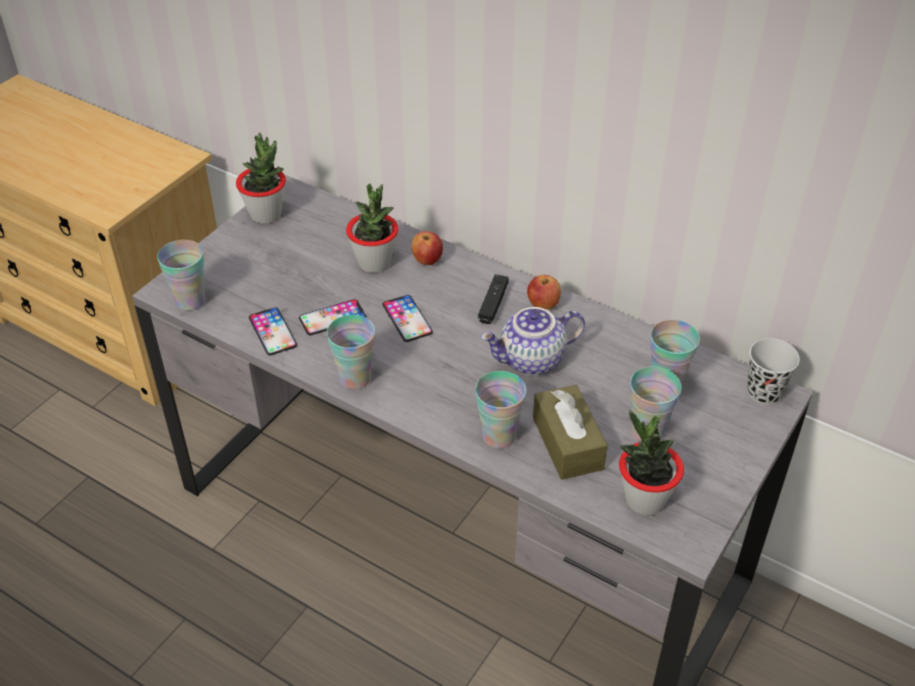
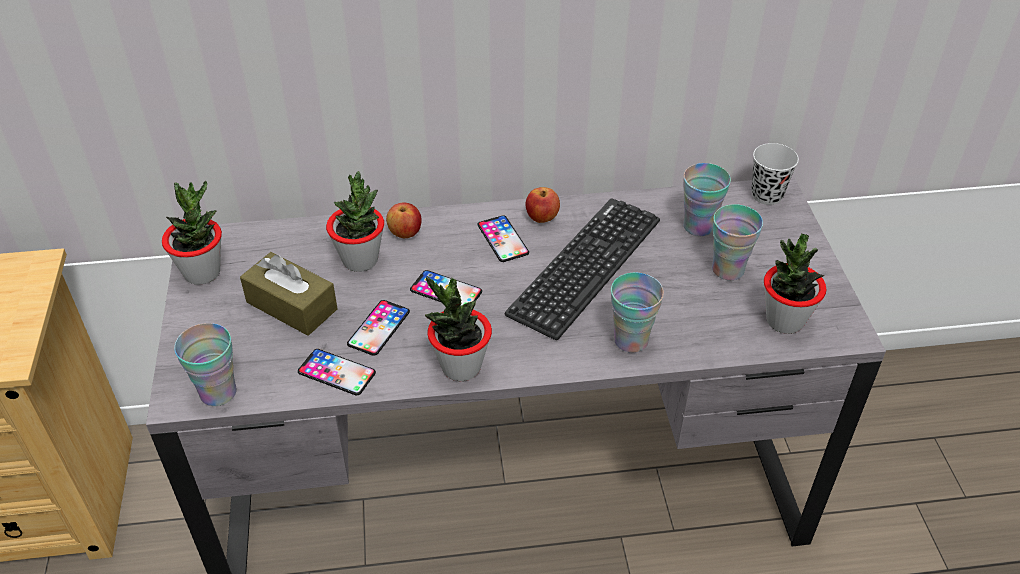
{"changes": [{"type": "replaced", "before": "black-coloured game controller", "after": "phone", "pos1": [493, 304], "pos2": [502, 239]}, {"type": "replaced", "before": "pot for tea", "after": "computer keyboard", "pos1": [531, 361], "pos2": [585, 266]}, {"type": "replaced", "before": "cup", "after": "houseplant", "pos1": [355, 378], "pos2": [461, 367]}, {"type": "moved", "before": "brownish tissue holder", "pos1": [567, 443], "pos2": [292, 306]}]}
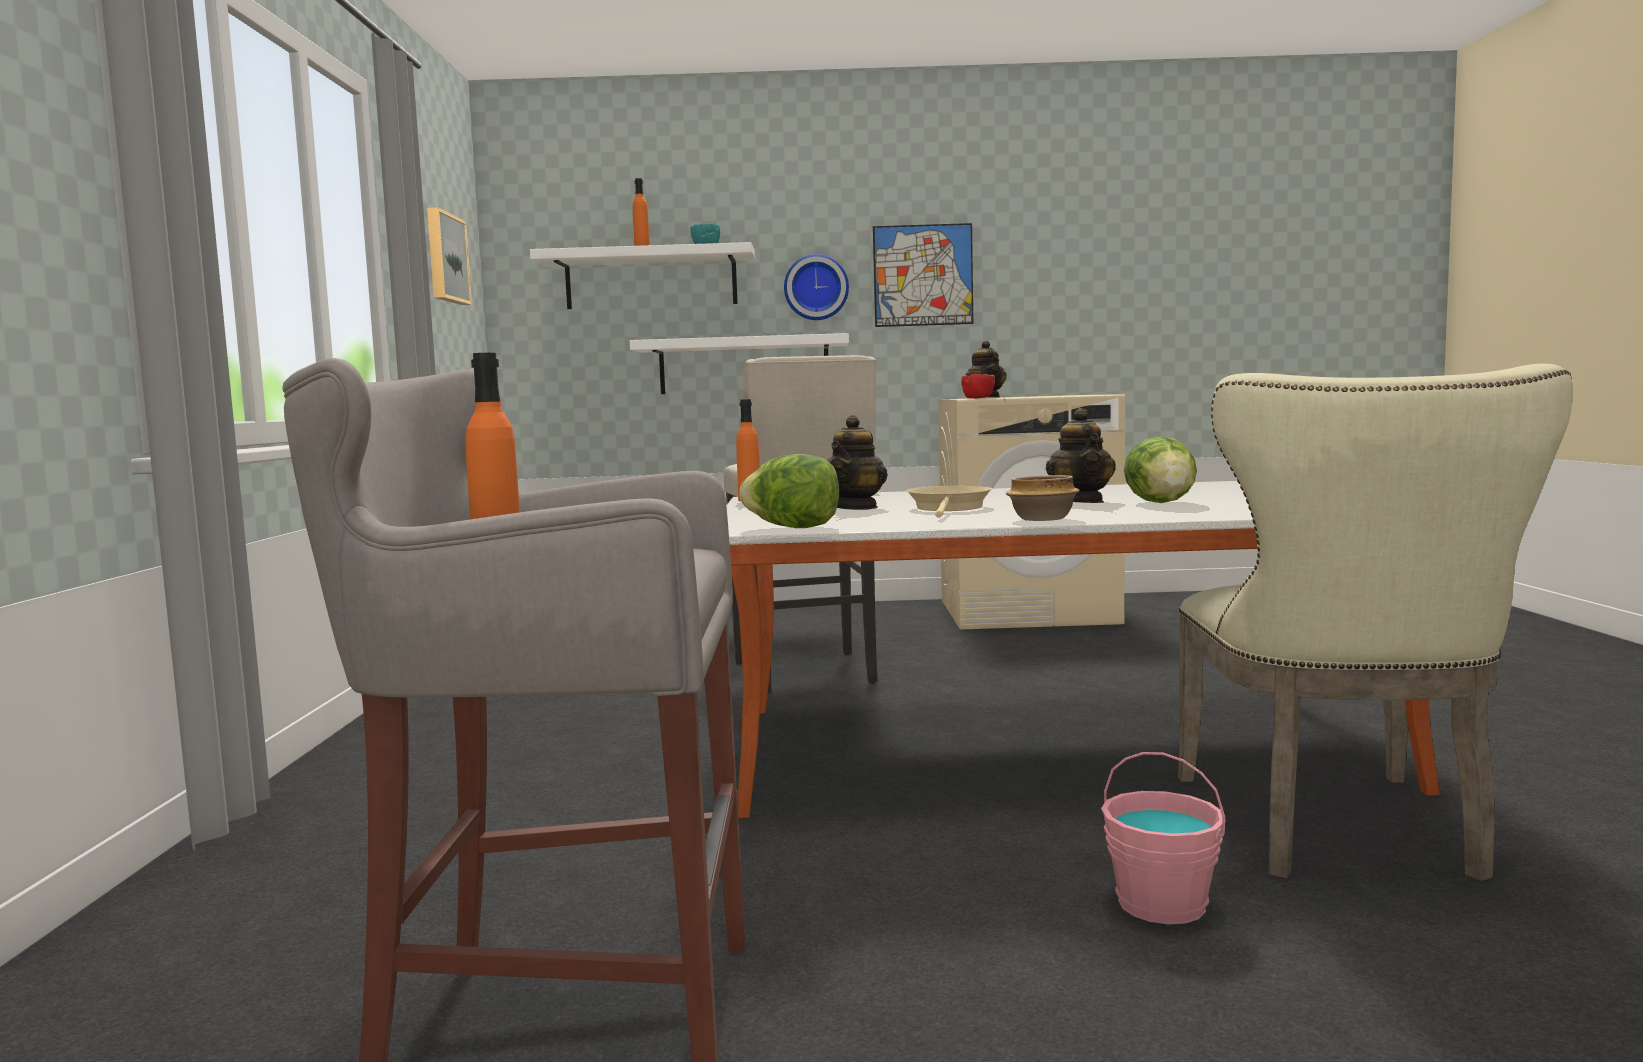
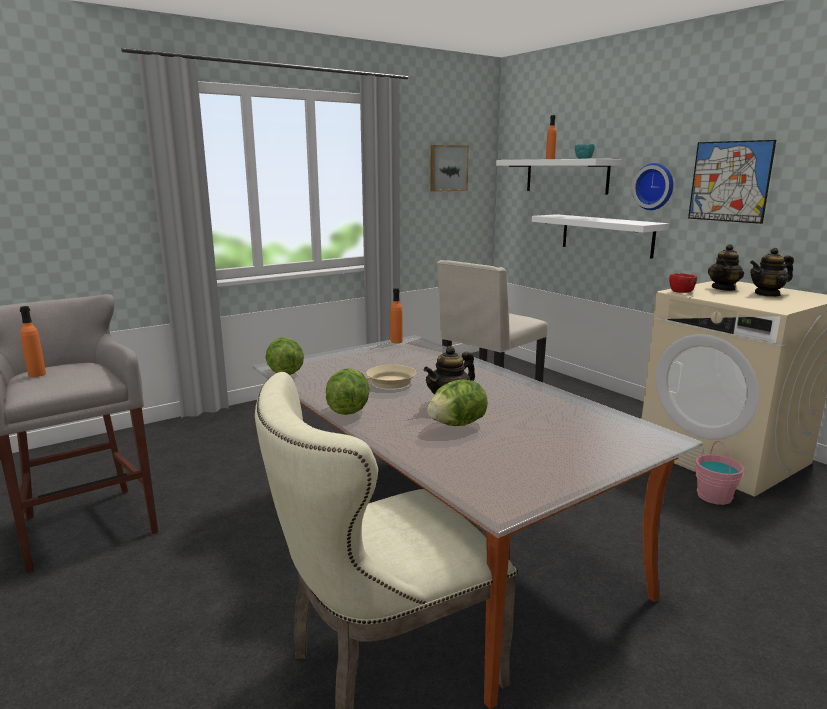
{"changes": [{"type": "moved", "before": "pot for tea", "pos1": [855, 507], "pos2": [767, 294]}, {"type": "replaced", "before": "deep dish", "after": "lettuce head", "pos1": [1043, 519], "pos2": [348, 410]}, {"type": "moved", "before": "pink-coloured pail", "pos1": [1160, 904], "pos2": [713, 496]}]}
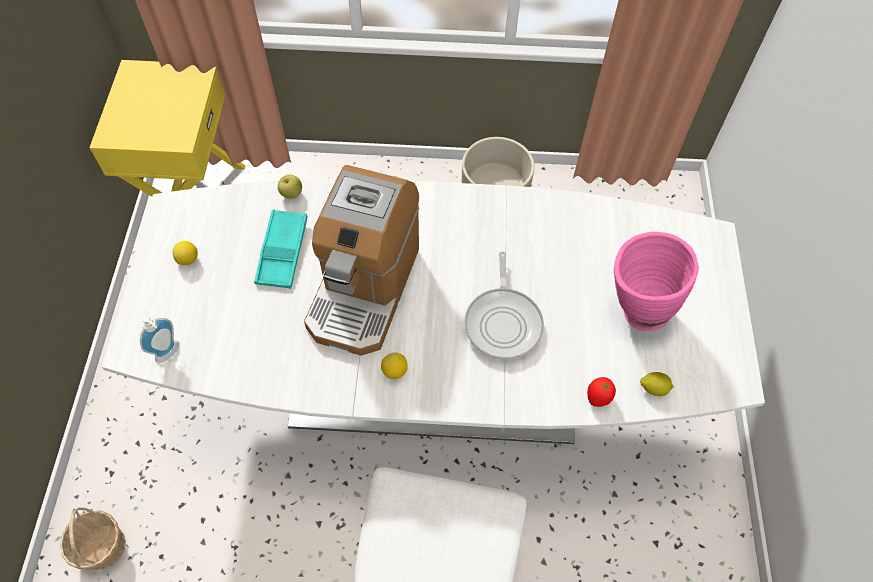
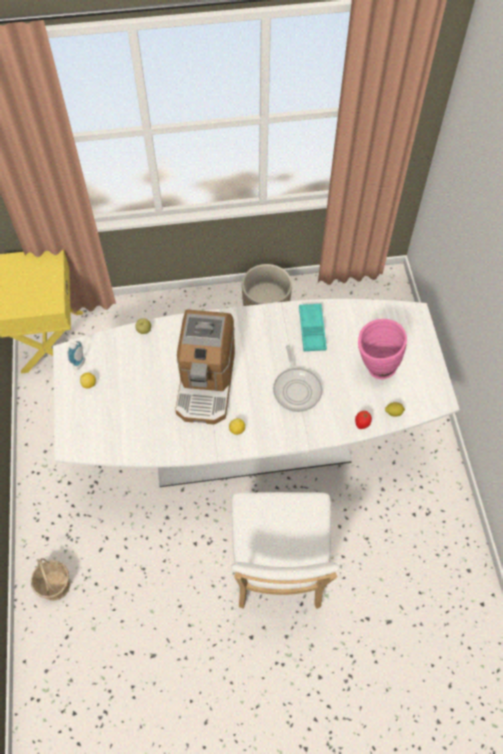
{"changes": [{"type": "moved", "before": "turquoise-coloured carrying tray", "pos1": [282, 252], "pos2": [312, 329]}, {"type": "moved", "before": "liquid soap bottle", "pos1": [170, 354], "pos2": [81, 364]}]}
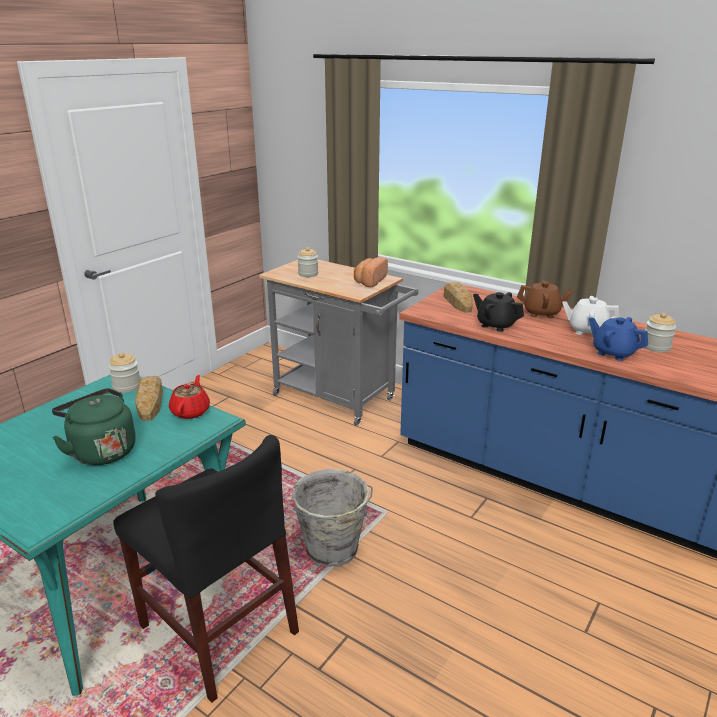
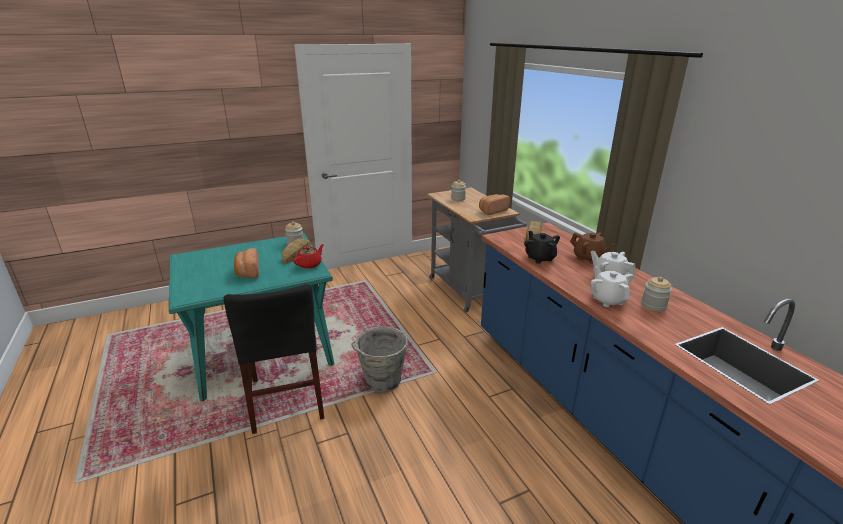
{"changes": [{"type": "recoloured", "before": "blue pot for tea", "after": "whitish pot for tea", "pos1": [613, 353], "pos2": [607, 300]}, {"type": "replaced", "before": "green-coloured kettle", "after": "bakery bread", "pos1": [101, 451], "pos2": [247, 272]}]}
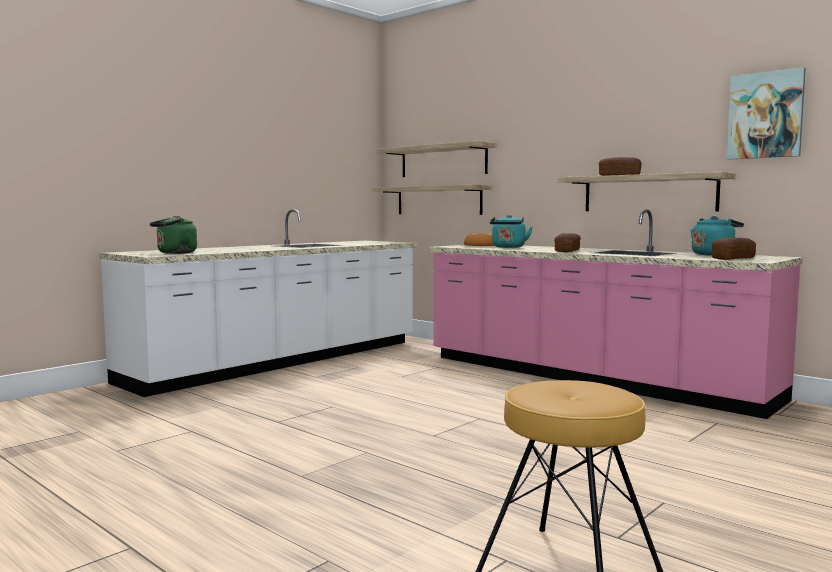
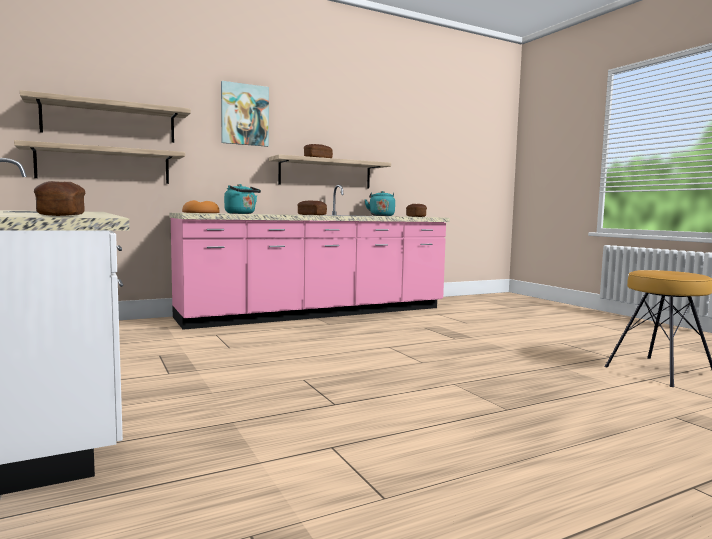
{"changes": [{"type": "moved", "before": "wall picture", "pos1": [765, 115], "pos2": [244, 115]}, {"type": "replaced", "before": "green-coloured kettle", "after": "bakery bread", "pos1": [175, 253], "pos2": [62, 215]}]}
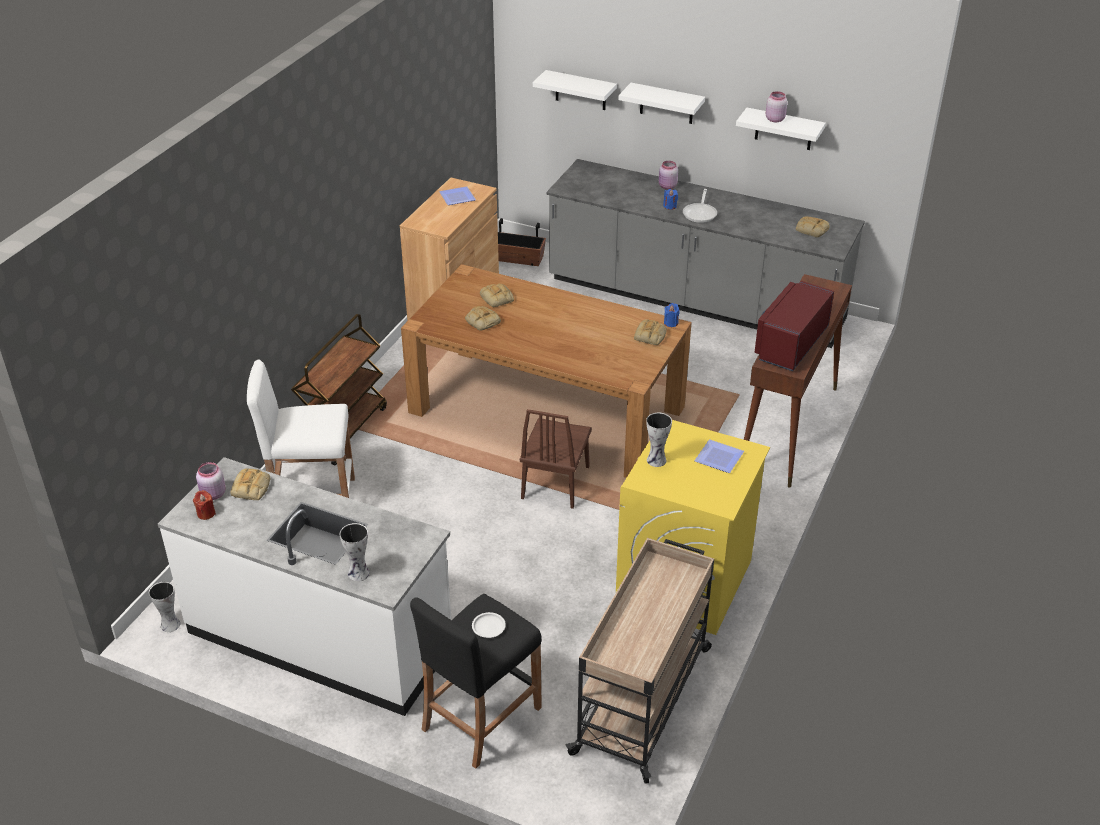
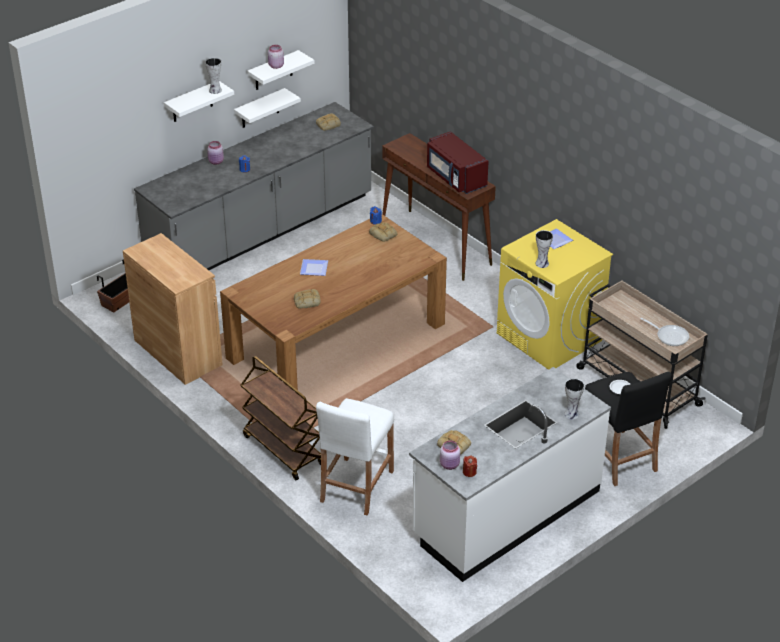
{"changes": [{"type": "moved", "before": "whitish wall shelf", "pos1": [580, 90], "pos2": [260, 109]}, {"type": "moved", "before": "dinner plate", "pos1": [458, 197], "pos2": [313, 268]}, {"type": "moved", "before": "pan", "pos1": [700, 213], "pos2": [669, 336]}, {"type": "removed", "before": "bakery bread", "pos1": [497, 298]}, {"type": "removed", "before": "brownish chair", "pos1": [555, 482]}, {"type": "moved", "before": "flower vase", "pos1": [169, 624], "pos2": [214, 90]}]}
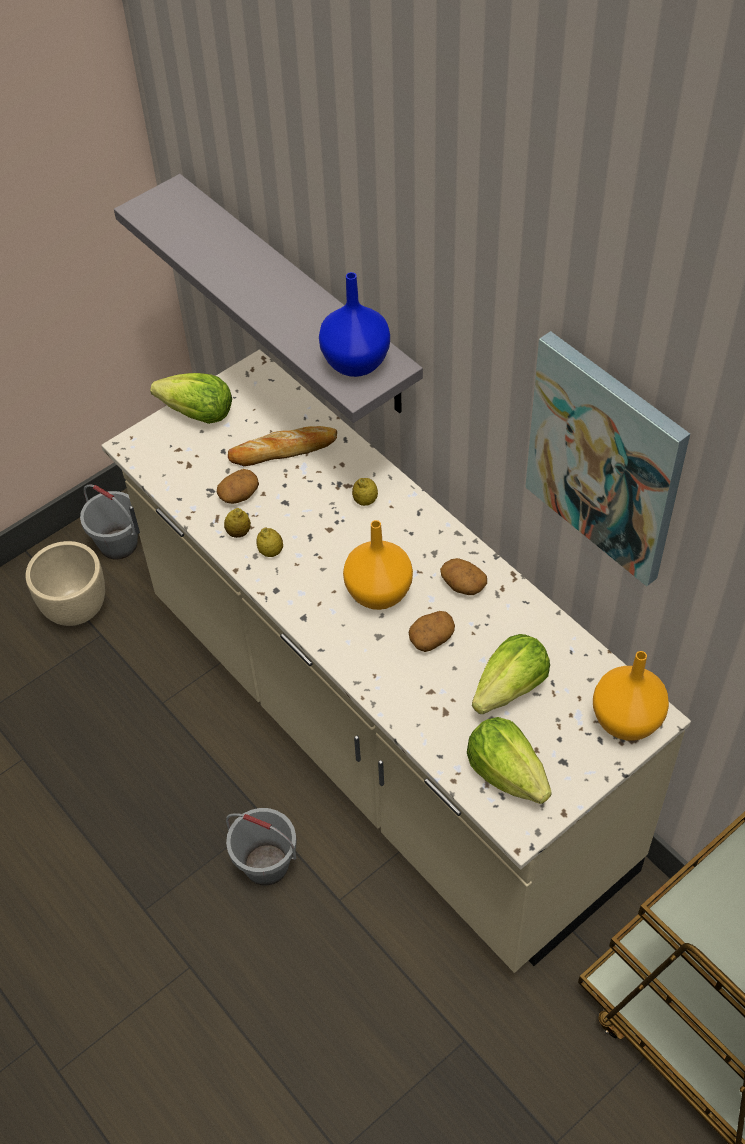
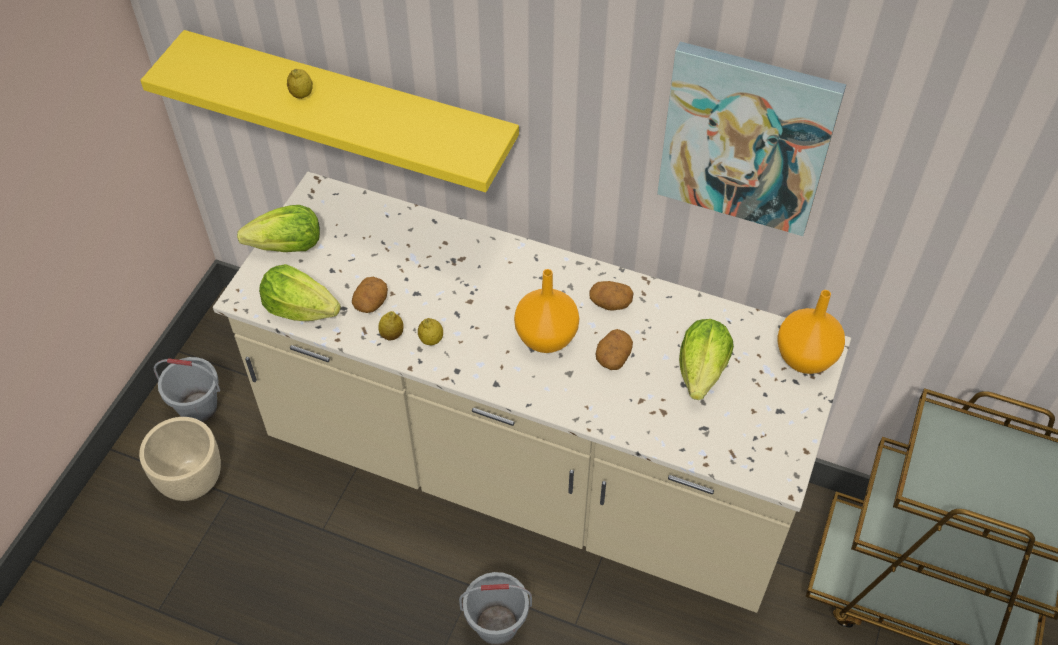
{"changes": [{"type": "recoloured", "before": "gray wall shelf", "after": "yellowish wall shelf", "pos1": [296, 296], "pos2": [350, 105]}, {"type": "removed", "before": "blue flower vase", "pos1": [354, 362]}, {"type": "removed", "before": "bakery bread", "pos1": [284, 450]}, {"type": "moved", "before": "citrus fruit", "pos1": [365, 501], "pos2": [301, 95]}, {"type": "moved", "before": "lettuce head", "pos1": [506, 772], "pos2": [300, 309]}]}
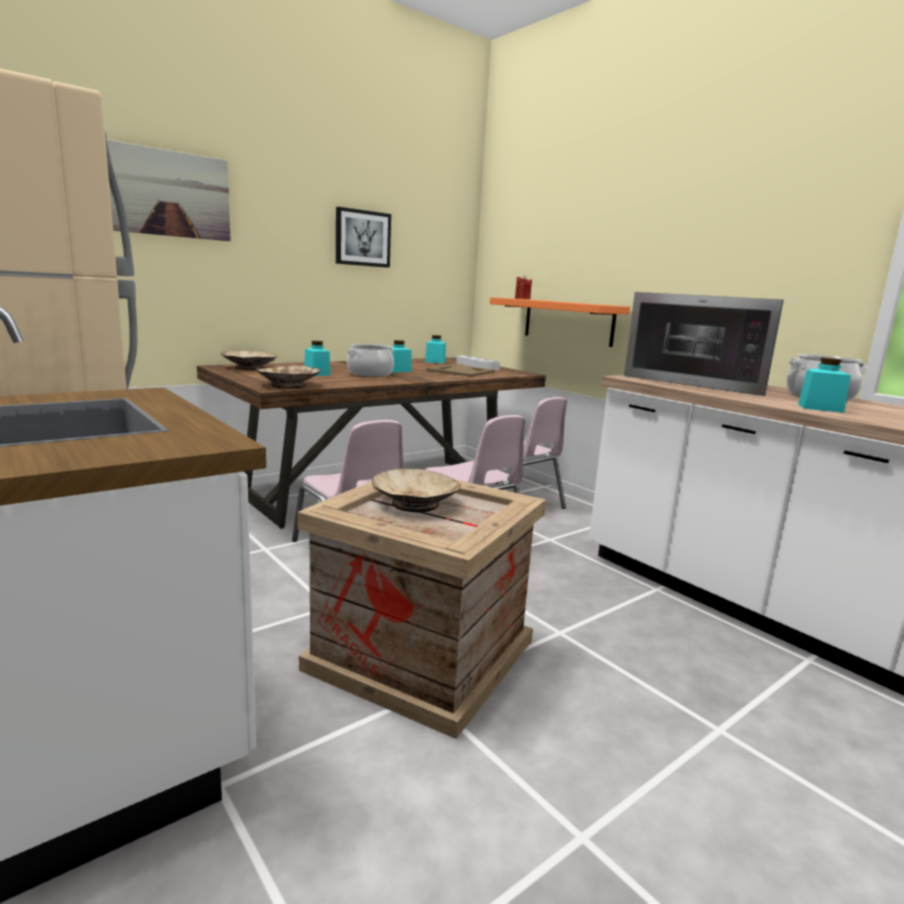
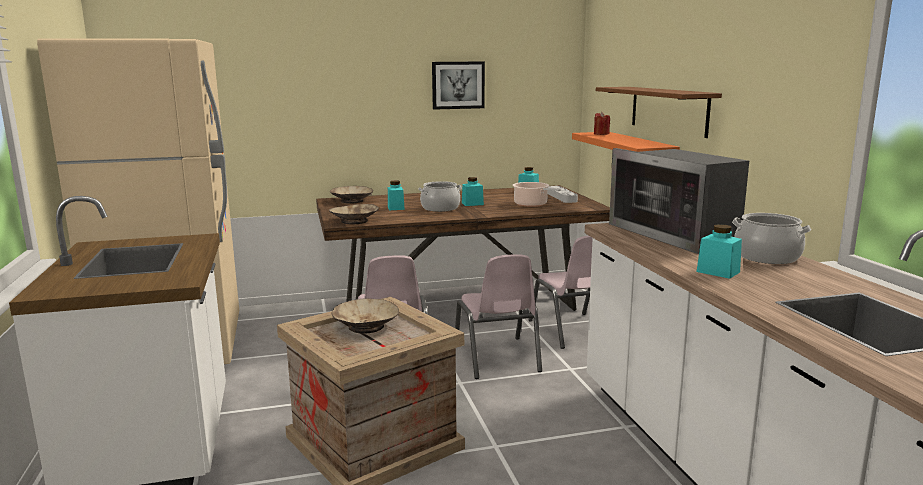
{"changes": [{"type": "removed", "before": "wall picture", "pos1": [167, 193]}, {"type": "replaced", "before": "sand-coloured carrying tray", "after": "stockpot", "pos1": [461, 371], "pos2": [532, 204]}, {"type": "added", "after": "brownish wall shelf", "pos2": [668, 110]}]}
